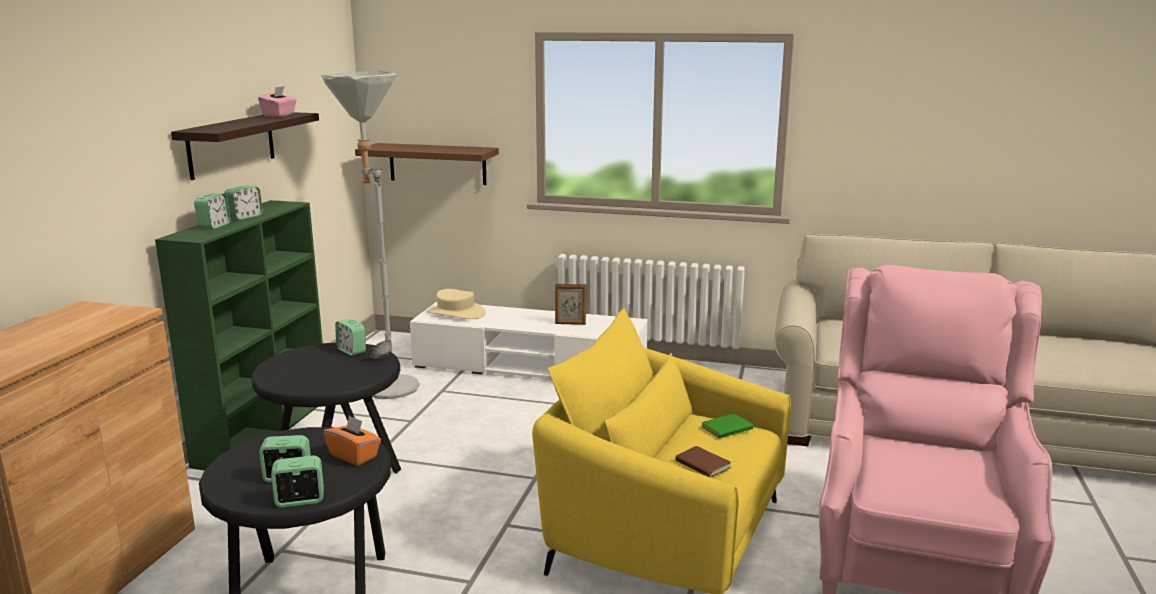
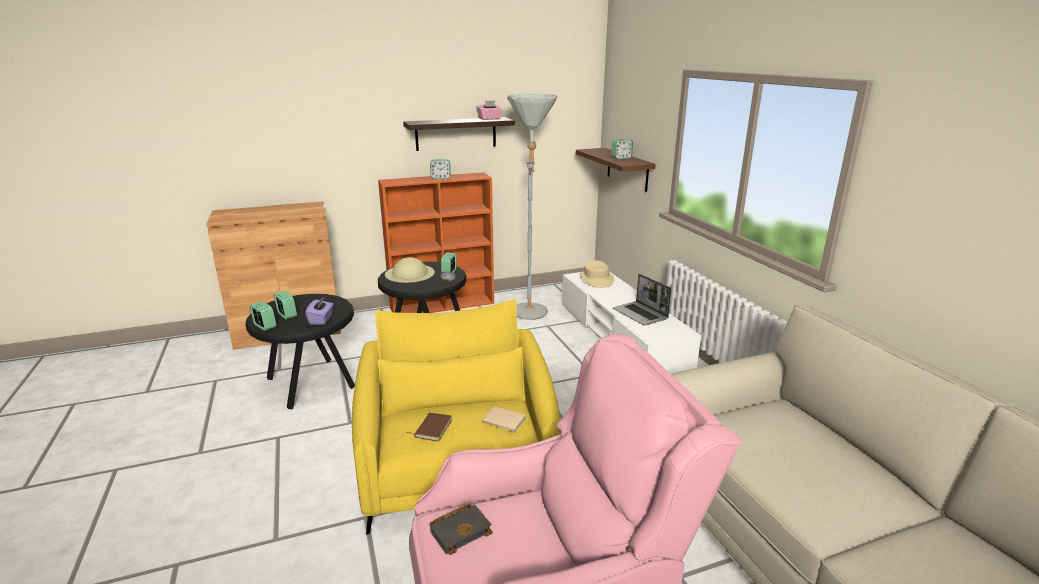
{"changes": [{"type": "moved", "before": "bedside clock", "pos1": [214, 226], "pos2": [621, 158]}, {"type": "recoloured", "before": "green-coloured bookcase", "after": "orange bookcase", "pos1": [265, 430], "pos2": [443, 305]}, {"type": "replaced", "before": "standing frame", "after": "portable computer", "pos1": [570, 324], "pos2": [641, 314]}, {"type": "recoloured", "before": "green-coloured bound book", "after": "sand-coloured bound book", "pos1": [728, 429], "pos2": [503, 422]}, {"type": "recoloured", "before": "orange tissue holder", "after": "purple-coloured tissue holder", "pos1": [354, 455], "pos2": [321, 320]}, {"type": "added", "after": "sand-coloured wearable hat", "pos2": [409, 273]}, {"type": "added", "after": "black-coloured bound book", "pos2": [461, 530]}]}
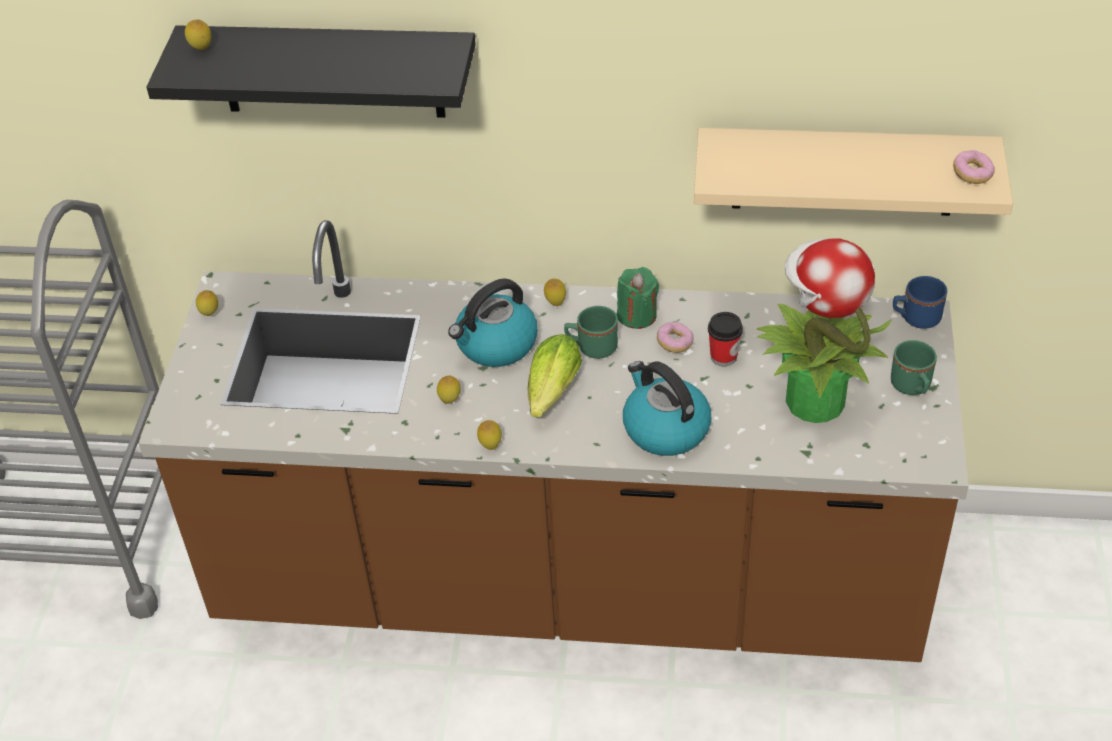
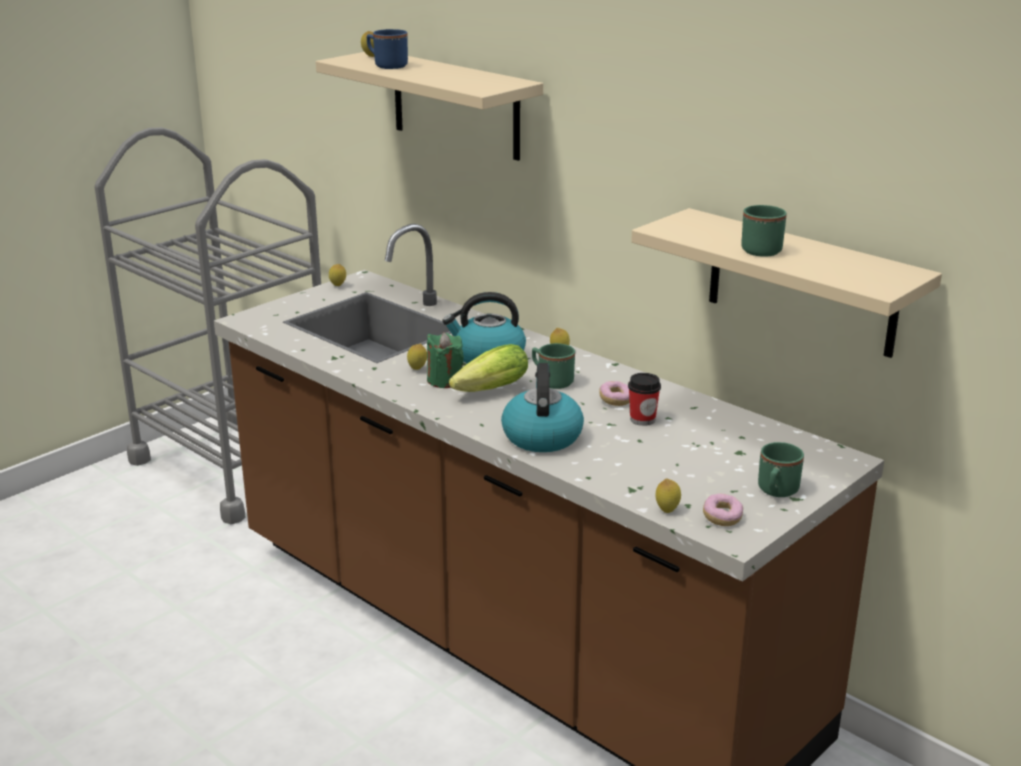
{"changes": [{"type": "recoloured", "before": "black-coloured wall shelf", "after": "sand-coloured wall shelf", "pos1": [330, 71], "pos2": [455, 105]}, {"type": "moved", "before": "doughnut", "pos1": [972, 174], "pos2": [722, 518]}, {"type": "removed", "before": "houseplant", "pos1": [813, 400]}, {"type": "moved", "before": "green-coloured candle", "pos1": [637, 315], "pos2": [445, 380]}, {"type": "moved", "before": "blue coffee mug", "pos1": [915, 318], "pos2": [387, 65]}, {"type": "moved", "before": "citrus fruit", "pos1": [490, 446], "pos2": [667, 510]}, {"type": "added", "after": "green-coloured coffee mug", "pos2": [758, 248]}]}
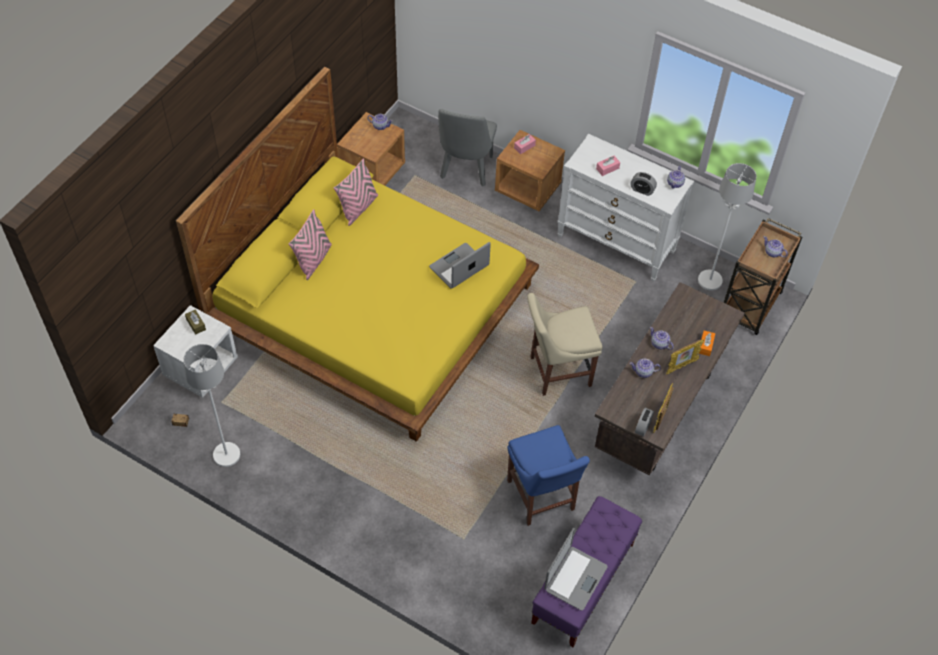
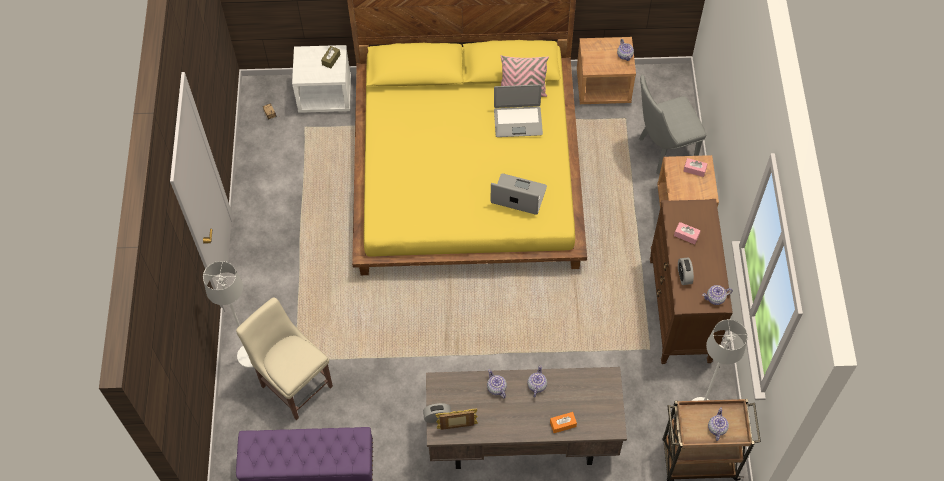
{"changes": [{"type": "recoloured", "before": "whitish drawer chest", "after": "brownish drawer chest", "pos1": [616, 243], "pos2": [680, 310]}, {"type": "removed", "before": "pink-coloured throw pillow", "pos1": [313, 260]}, {"type": "moved", "before": "sand-coloured chair", "pos1": [557, 371], "pos2": [294, 384]}, {"type": "removed", "before": "standing frame", "pos1": [681, 366]}, {"type": "moved", "before": "whitish standing lamp", "pos1": [227, 455], "pos2": [250, 356]}, {"type": "removed", "before": "blue chair", "pos1": [541, 498]}, {"type": "moved", "before": "portable computer", "pos1": [575, 578], "pos2": [518, 121]}]}
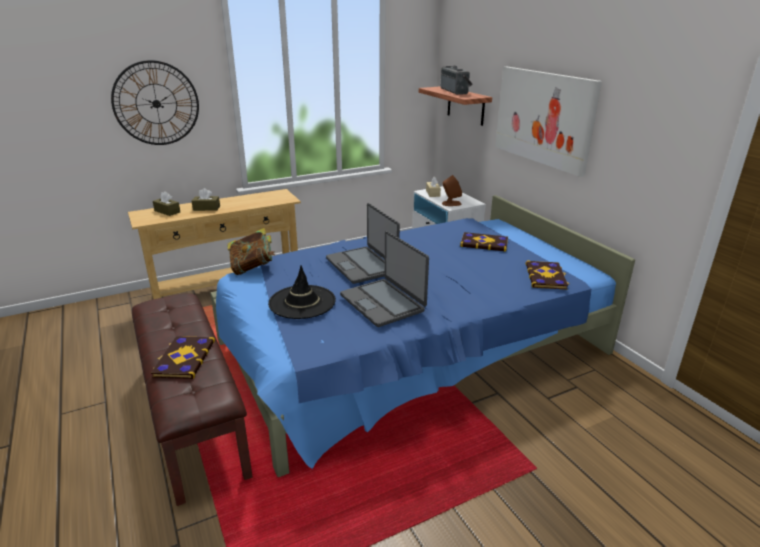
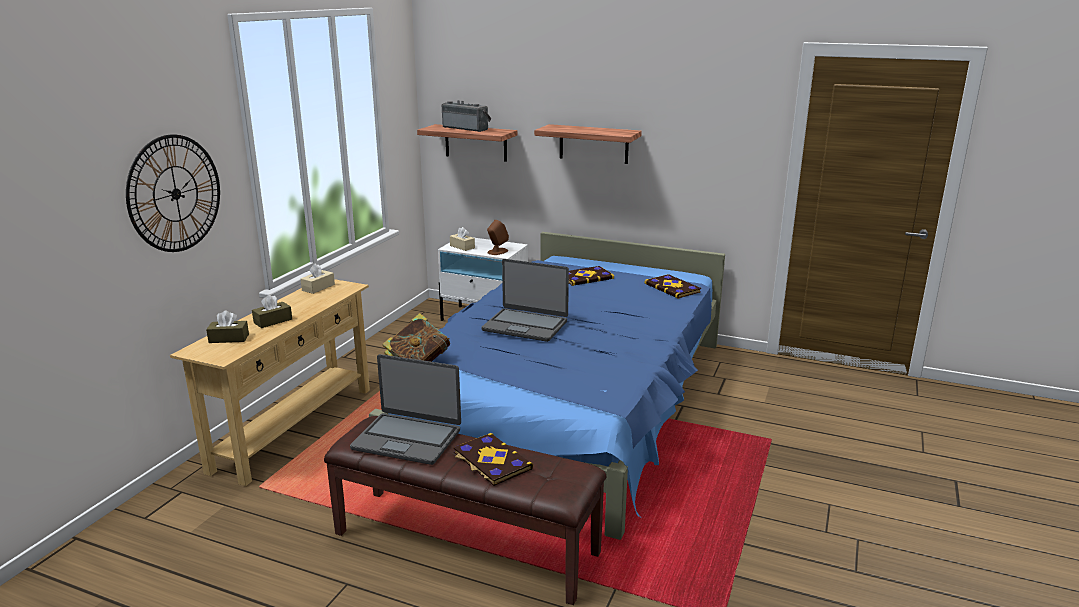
{"changes": [{"type": "replaced", "before": "wall picture", "after": "wall shelf", "pos1": [543, 118], "pos2": [593, 144]}, {"type": "moved", "before": "portable computer", "pos1": [383, 303], "pos2": [407, 439]}, {"type": "removed", "before": "black-coloured wearable hat", "pos1": [302, 302]}, {"type": "added", "after": "sand-coloured tissue holder", "pos2": [318, 287]}]}
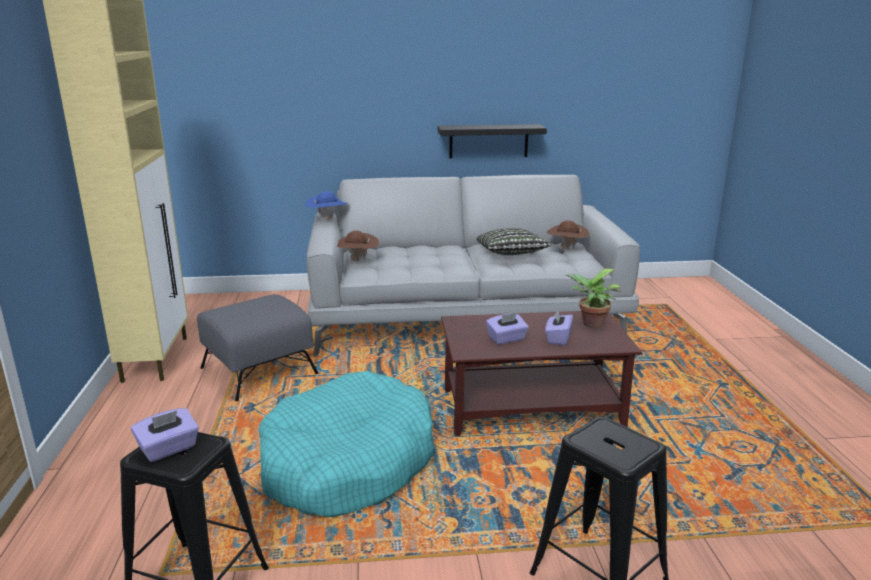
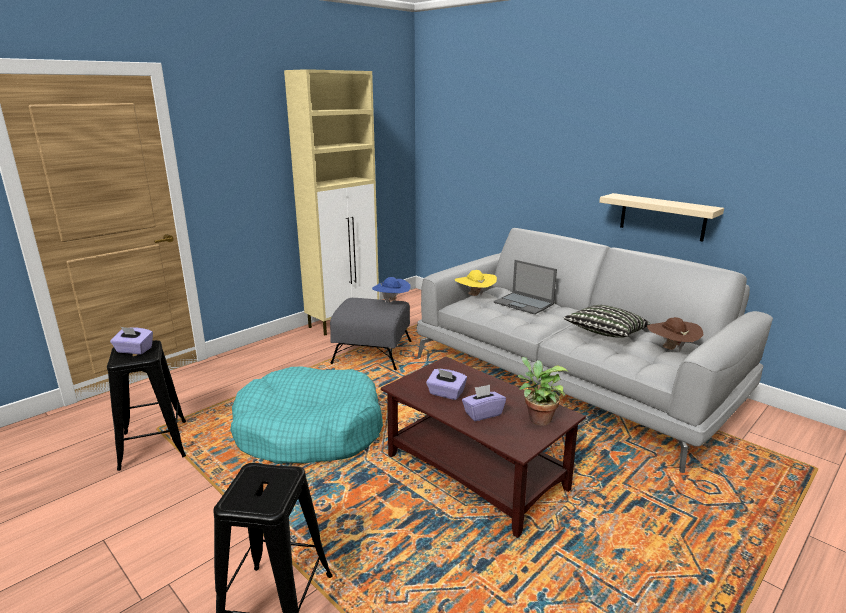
{"changes": [{"type": "recoloured", "before": "black-coloured wall shelf", "after": "sand-coloured wall shelf", "pos1": [488, 141], "pos2": [662, 217]}, {"type": "moved", "before": "blue wearable hat", "pos1": [327, 219], "pos2": [391, 302]}, {"type": "recoloured", "before": "brownish wearable hat", "after": "yellowish wearable hat", "pos1": [356, 260], "pos2": [475, 295]}, {"type": "added", "after": "portable computer", "pos2": [524, 303]}]}
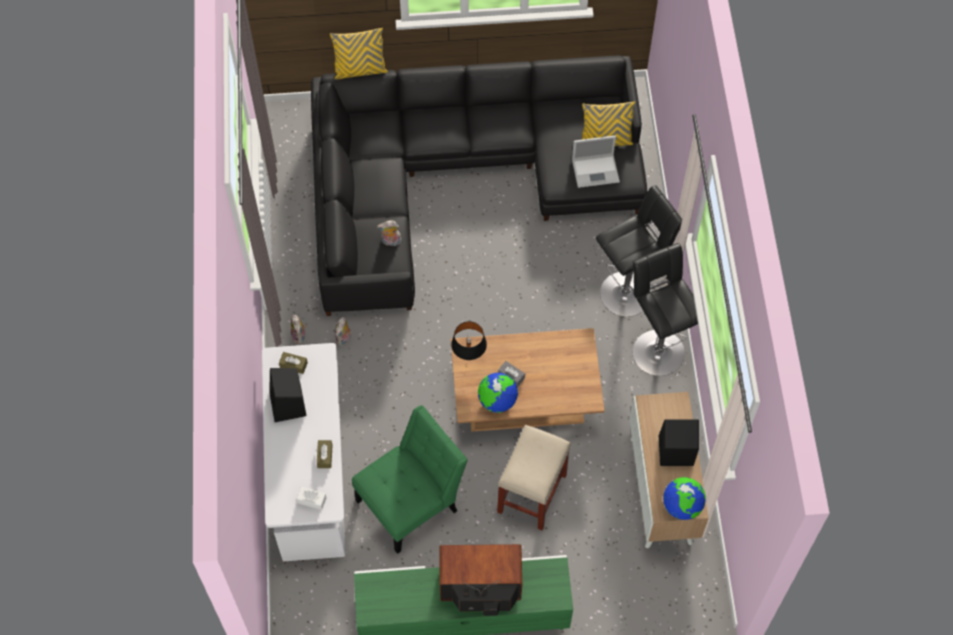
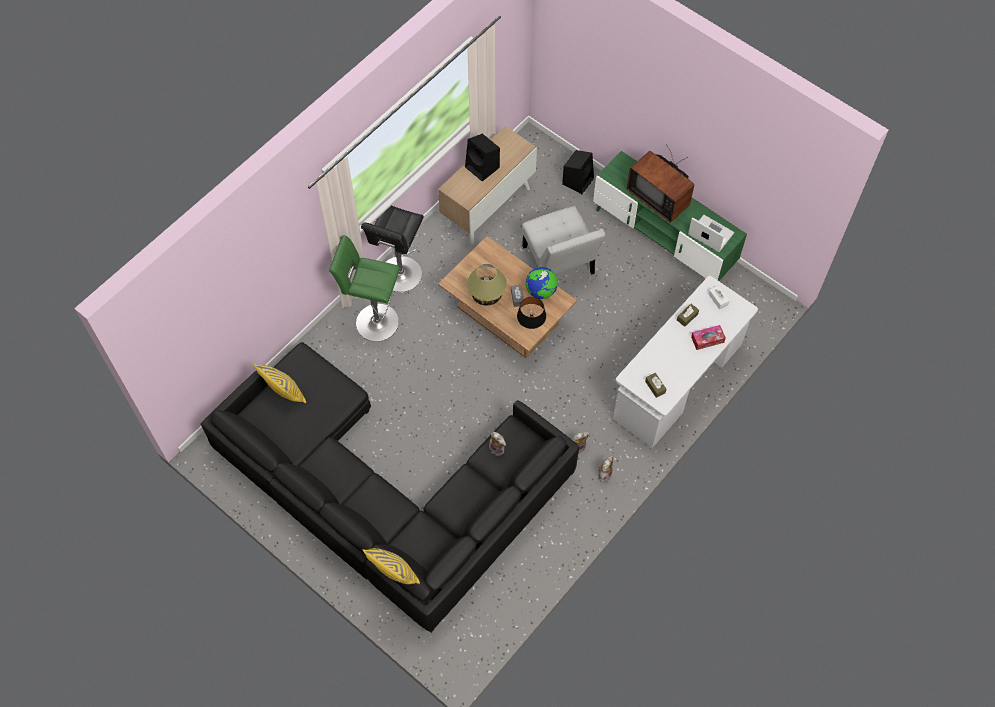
{"changes": [{"type": "moved", "before": "portable computer", "pos1": [596, 170], "pos2": [710, 233]}, {"type": "recoloured", "before": "black-coloured stool", "after": "green-coloured stool", "pos1": [628, 292], "pos2": [373, 322]}, {"type": "moved", "before": "black-coloured loudspeaker", "pos1": [288, 405], "pos2": [578, 180]}, {"type": "removed", "before": "green-coloured chair", "pos1": [411, 502]}, {"type": "replaced", "before": "sand-coloured stool", "after": "whitish chair", "pos1": [532, 492], "pos2": [559, 264]}, {"type": "removed", "before": "world globe", "pos1": [682, 506]}, {"type": "added", "after": "tabletop lamp", "pos2": [486, 294]}, {"type": "added", "after": "tissue holder", "pos2": [707, 339]}]}
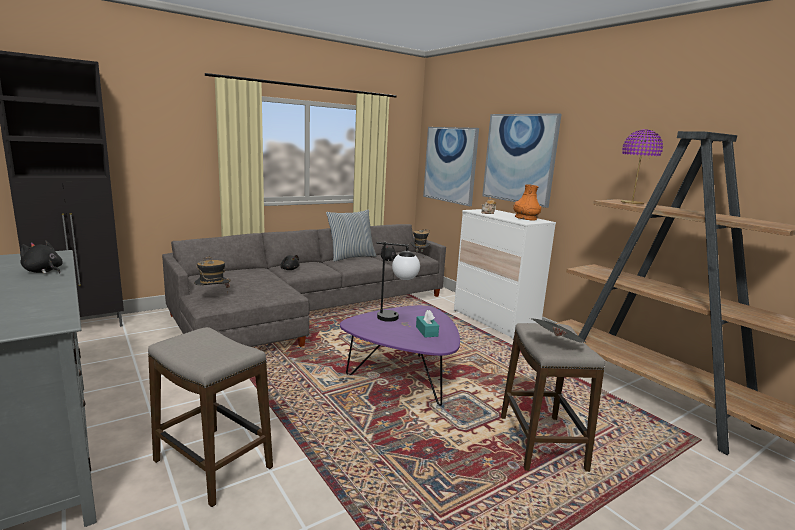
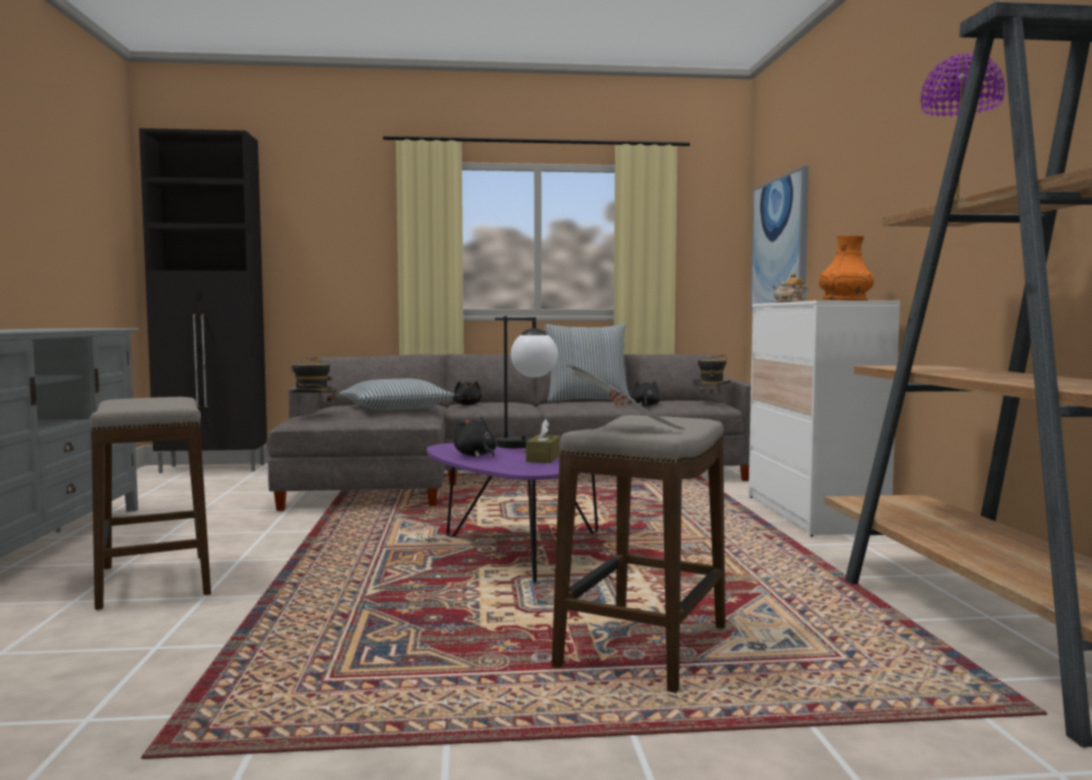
{"changes": [{"type": "removed", "before": "wall picture", "pos1": [519, 158]}, {"type": "moved", "before": "black-coloured plush toy", "pos1": [43, 271], "pos2": [476, 455]}, {"type": "recoloured", "before": "turquoise-coloured tissue holder", "after": "brownish tissue holder", "pos1": [426, 331], "pos2": [543, 458]}, {"type": "added", "after": "throw pillow", "pos2": [395, 408]}]}
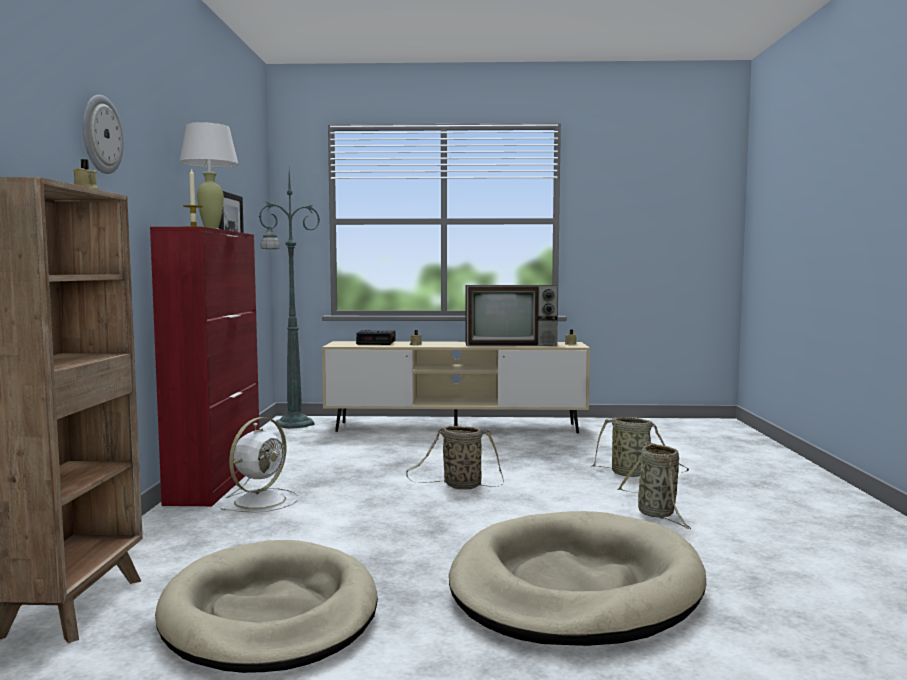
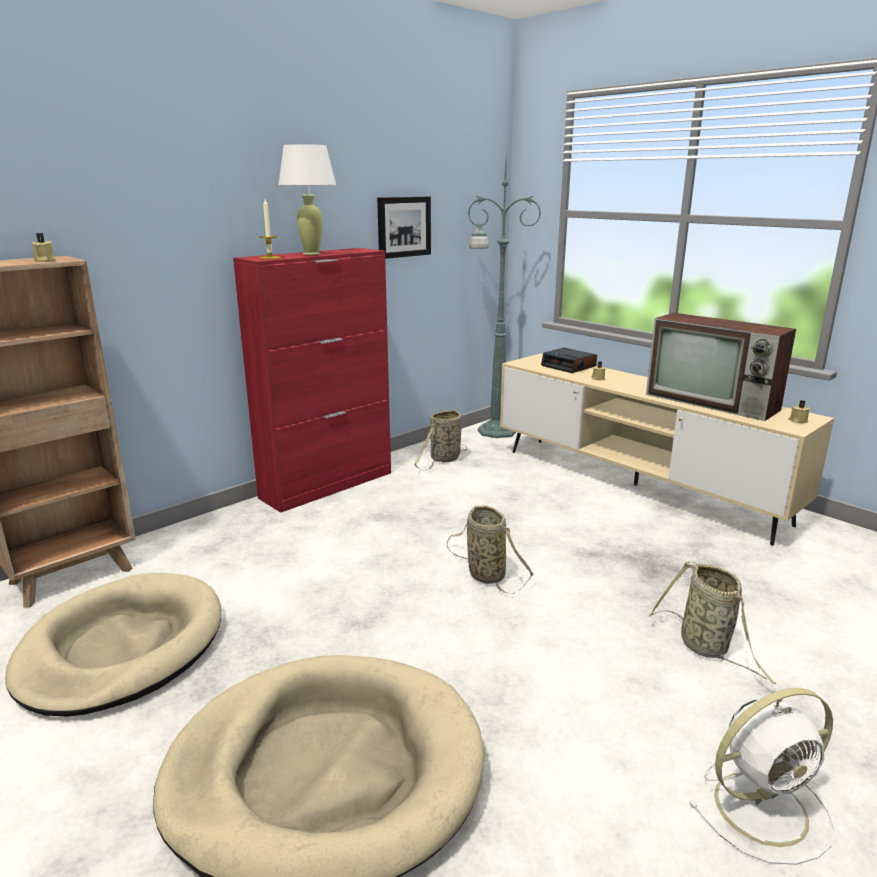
{"changes": [{"type": "removed", "before": "wall clock", "pos1": [101, 134]}, {"type": "moved", "before": "whitish cooling fan", "pos1": [262, 500], "pos2": [764, 807]}, {"type": "moved", "before": "storage basket", "pos1": [657, 514], "pos2": [444, 460]}]}
